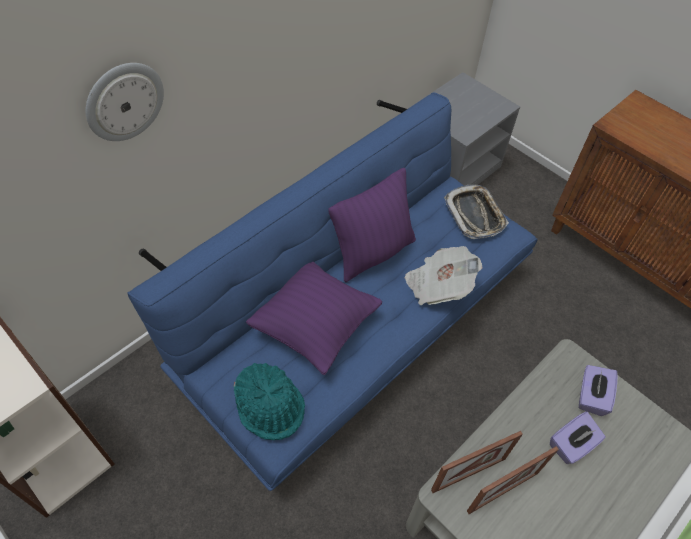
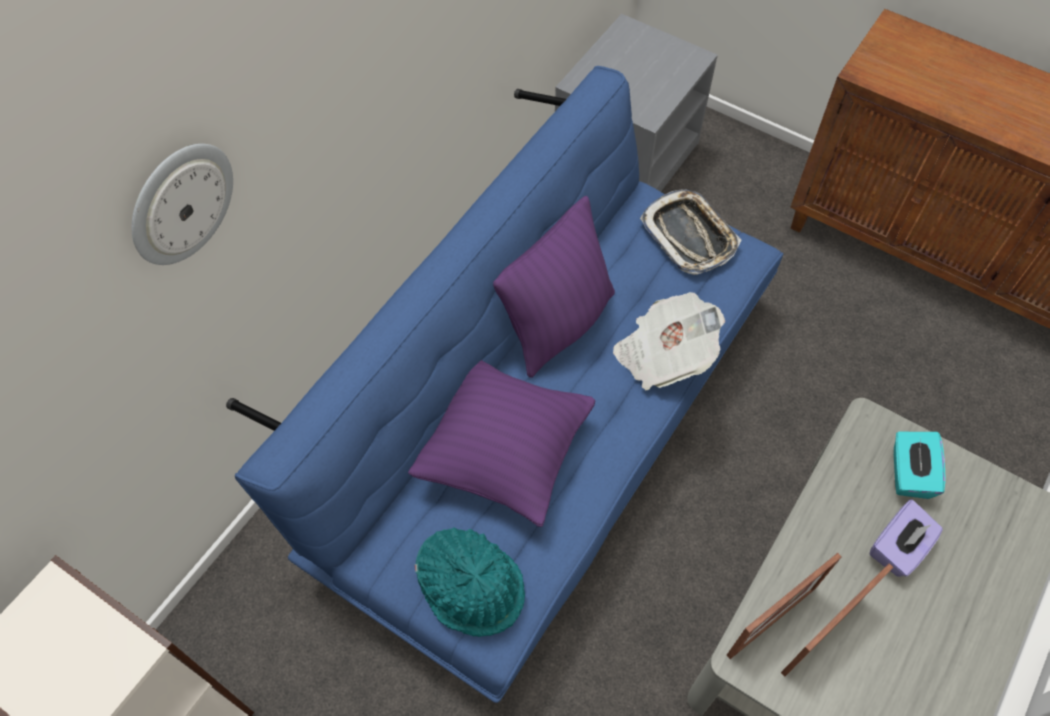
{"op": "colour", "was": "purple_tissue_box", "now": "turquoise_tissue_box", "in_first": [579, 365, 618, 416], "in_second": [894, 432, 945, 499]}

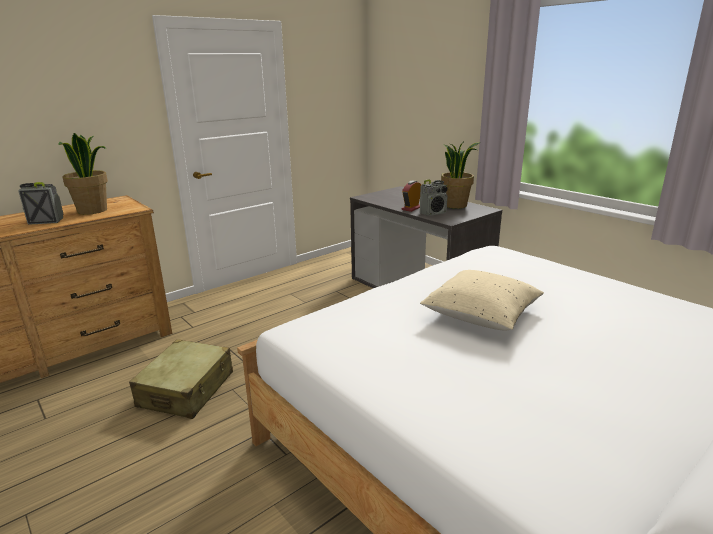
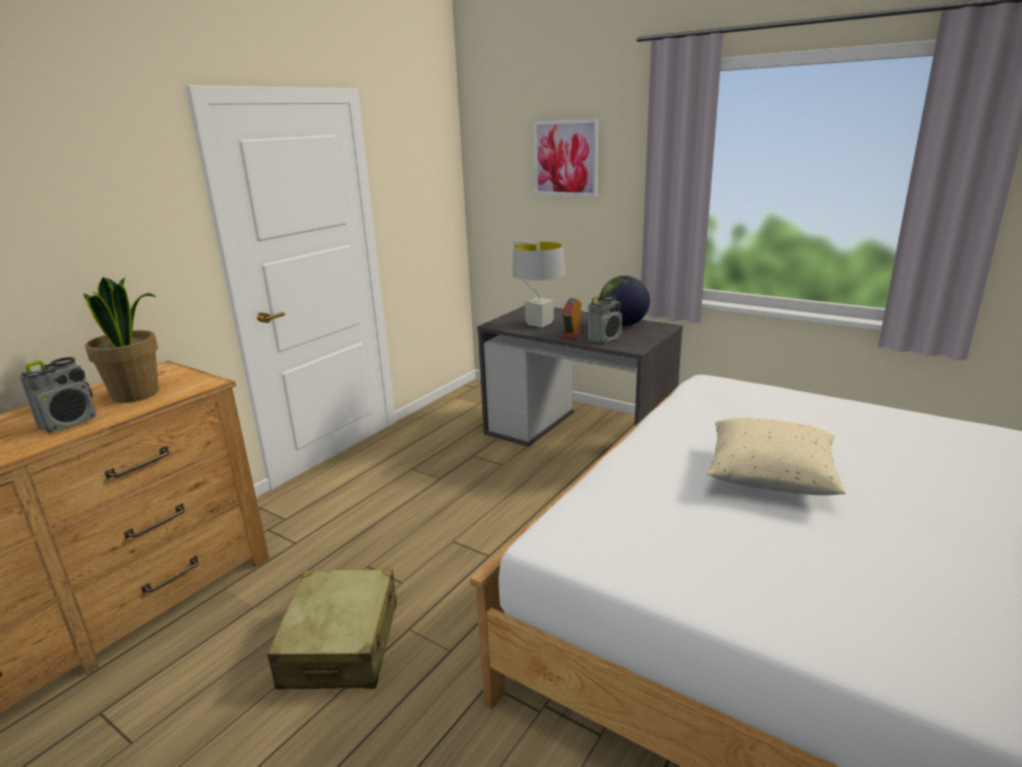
{"op": "spun", "was": "radio", "in_first": [18, 182, 63, 225], "in_second": [20, 357, 96, 433], "clockwise": 150}
{"op": "exchanged", "was": "potted_plant", "now": "globe", "in_first": [441, 141, 481, 209], "in_second": [599, 276, 650, 326]}
{"op": "appeared", "now": "grey_table_lamp", "in_second": [512, 240, 565, 327]}
{"op": "appeared", "now": "picture", "in_second": [533, 119, 598, 197]}

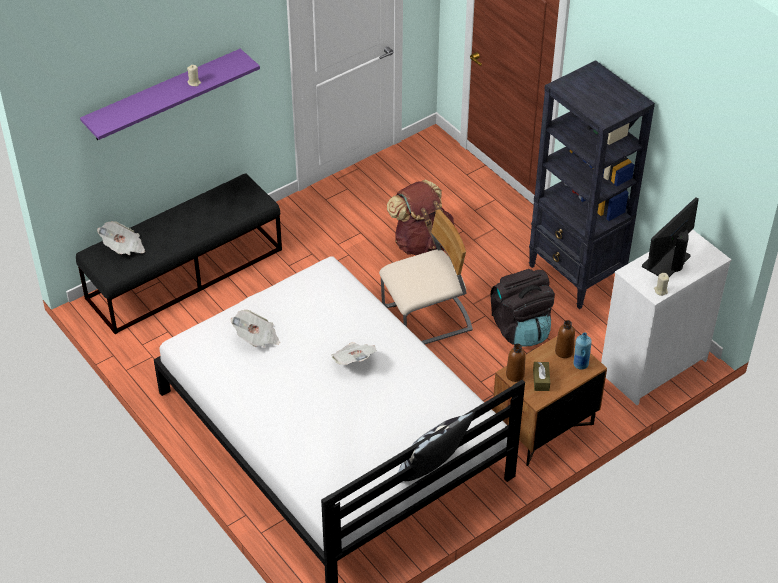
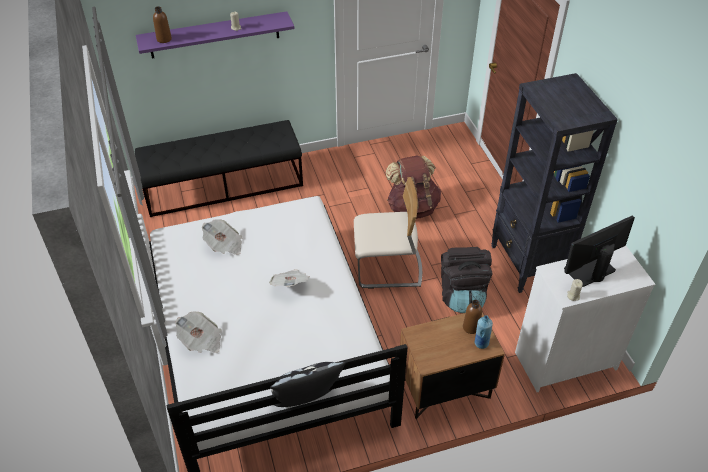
{"op": "relocated", "was": "newspaper", "in_first": [97, 221, 145, 255], "in_second": [175, 312, 222, 353]}
{"op": "relocated", "was": "brown_bottle", "in_first": [506, 344, 525, 382], "in_second": [153, 6, 172, 43]}
{"op": "missing", "was": "brown_tissue_box", "in_first": [533, 362, 550, 391]}

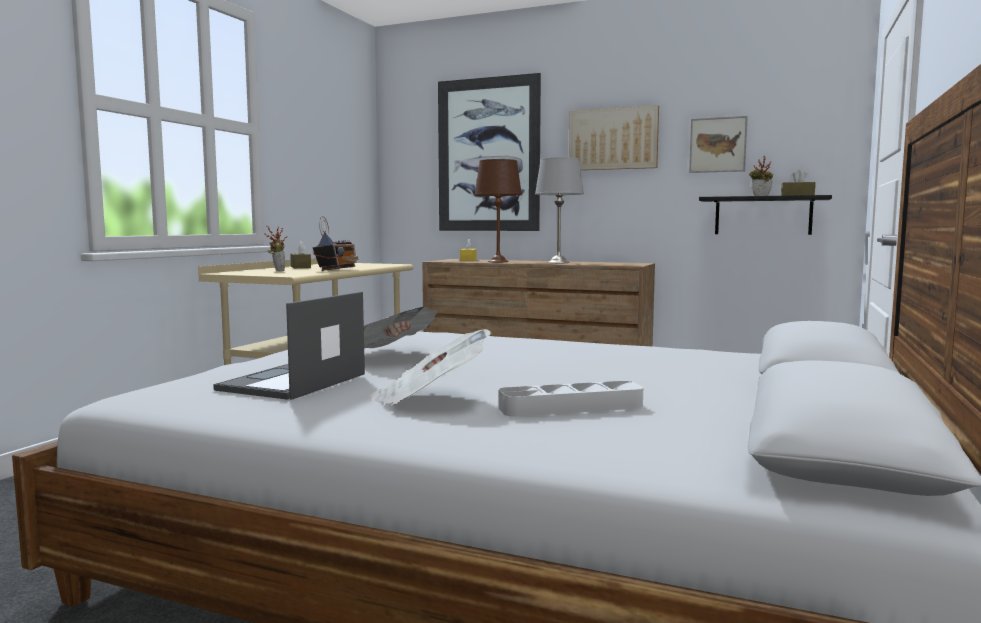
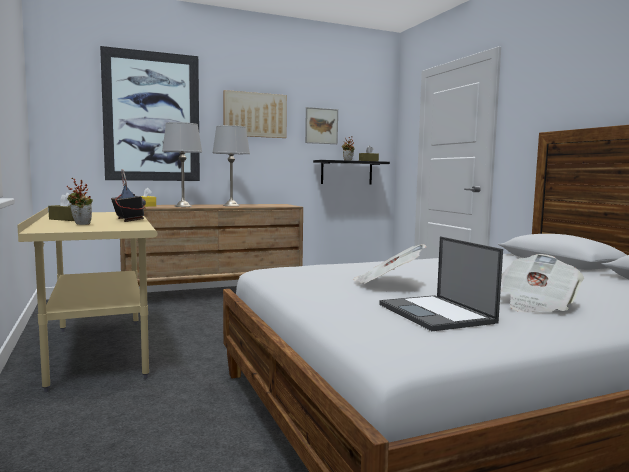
{"op": "colour", "was": "brown_table_lamp", "now": "grey_table_lamp", "in_first": [475, 159, 522, 262], "in_second": [162, 122, 202, 207]}
{"op": "missing", "was": "grey_tray", "in_first": [499, 381, 643, 417]}

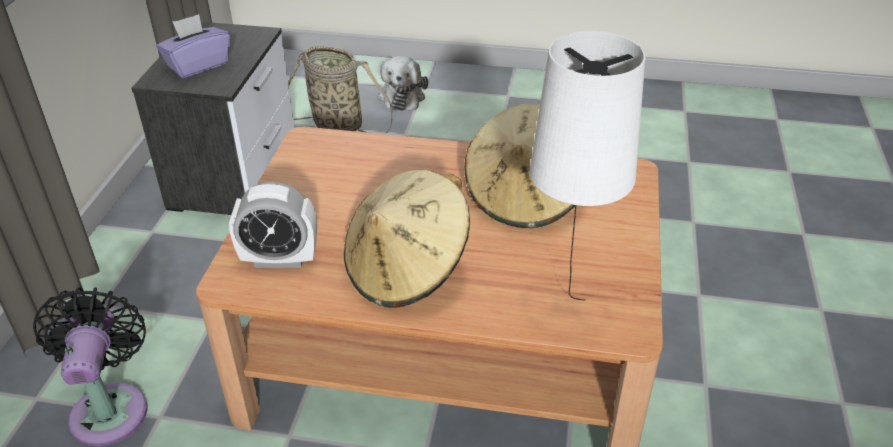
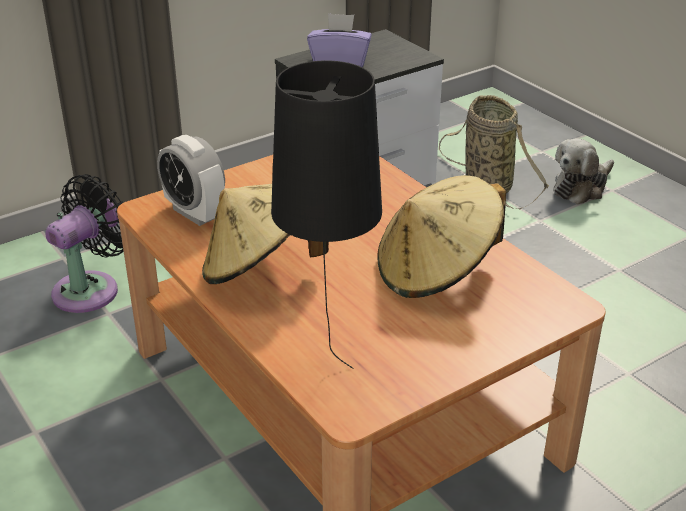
{"op": "colour", "was": "white_table_lamp", "now": "black_table_lamp", "in_first": [530, 31, 645, 300], "in_second": [271, 60, 382, 369]}

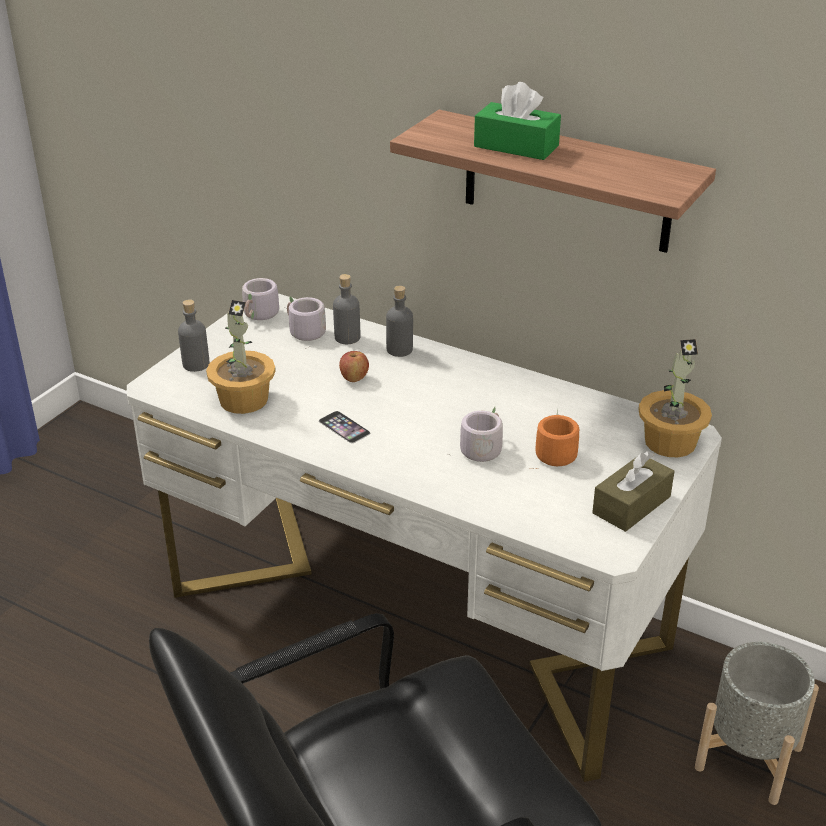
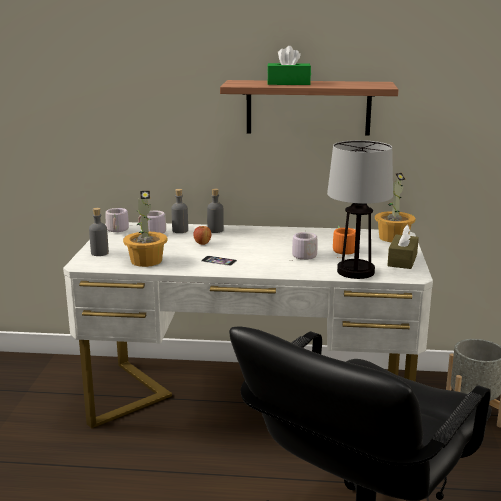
{"op": "appeared", "now": "table_lamp", "in_second": [327, 140, 393, 279]}

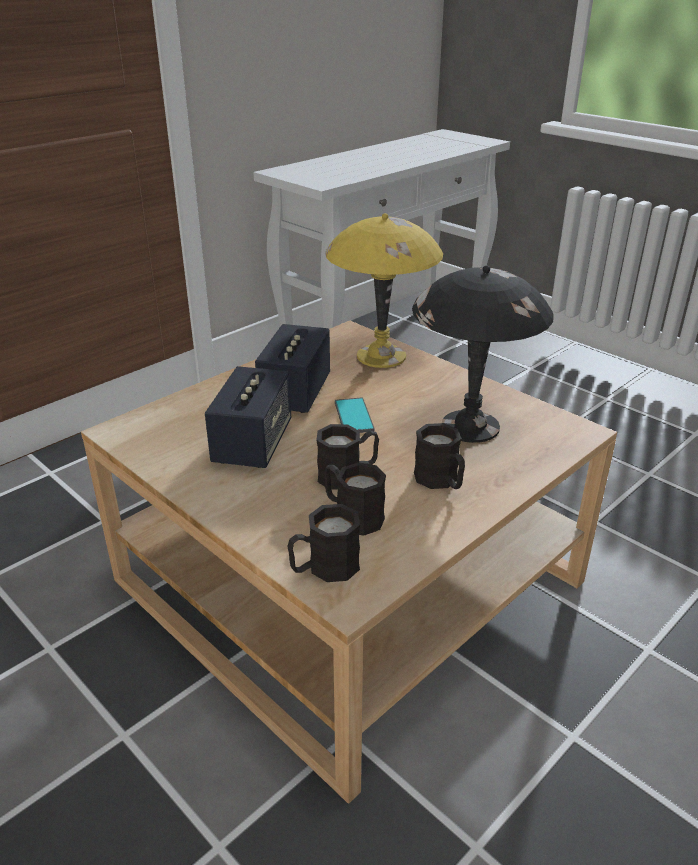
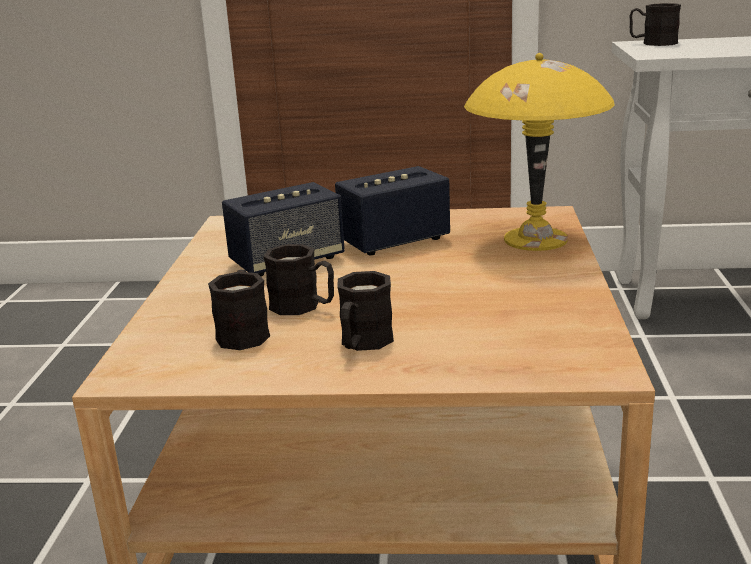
{"op": "relocated", "was": "black_mug", "in_first": [287, 504, 360, 582], "in_second": [629, 3, 681, 46]}
{"op": "missing", "was": "phone", "in_first": [335, 397, 374, 433]}
{"op": "missing", "was": "black_table_lamp", "in_first": [412, 265, 554, 443]}

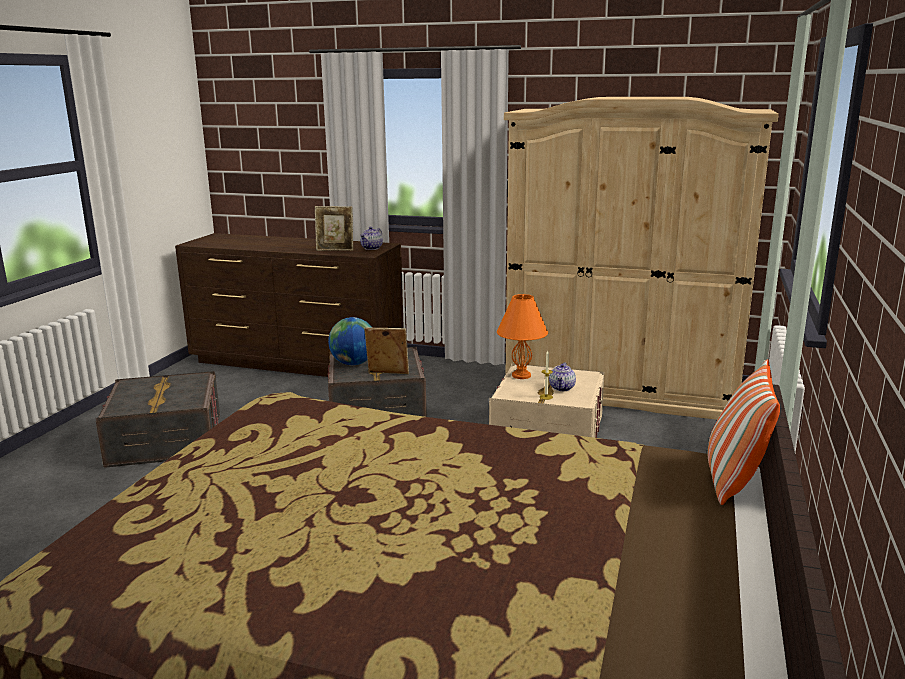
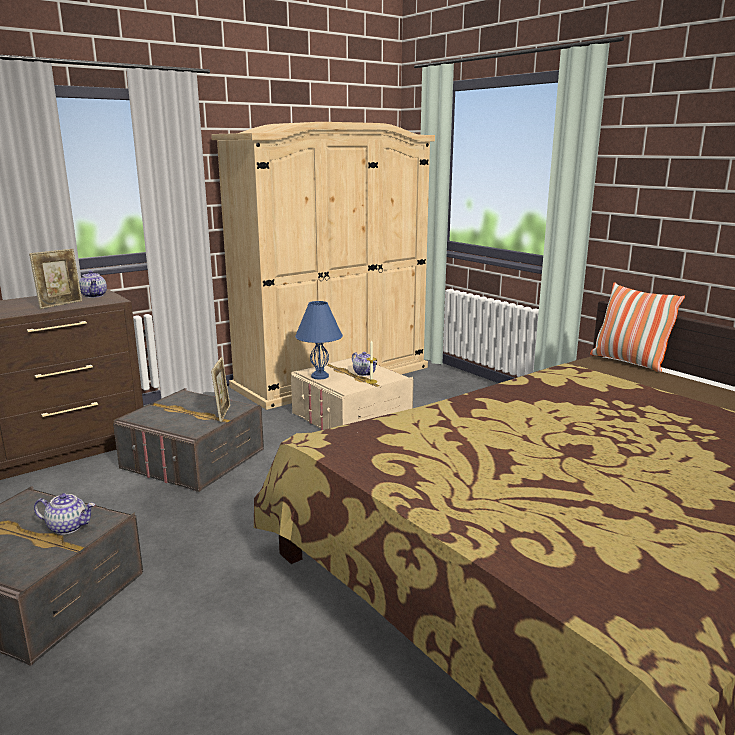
{"op": "missing", "was": "globe", "in_first": [328, 317, 372, 365]}
{"op": "spun", "was": "picture_frame", "in_first": [364, 328, 409, 374], "in_second": [211, 357, 230, 422], "clockwise": 135}
{"op": "colour", "was": "orange_table_lamp", "now": "blue_table_lamp", "in_first": [497, 294, 548, 379], "in_second": [295, 301, 343, 379]}
{"op": "appeared", "now": "teapot", "in_second": [34, 493, 95, 535]}

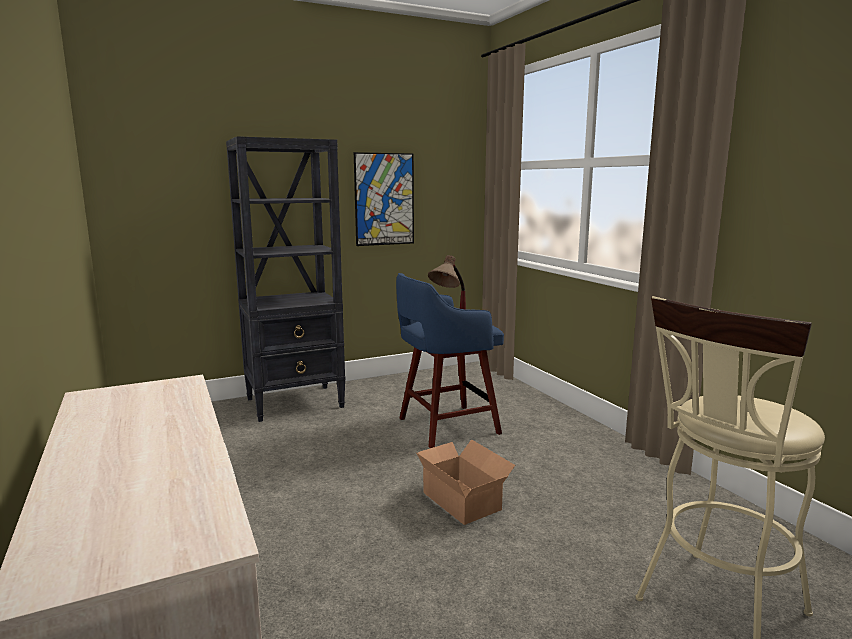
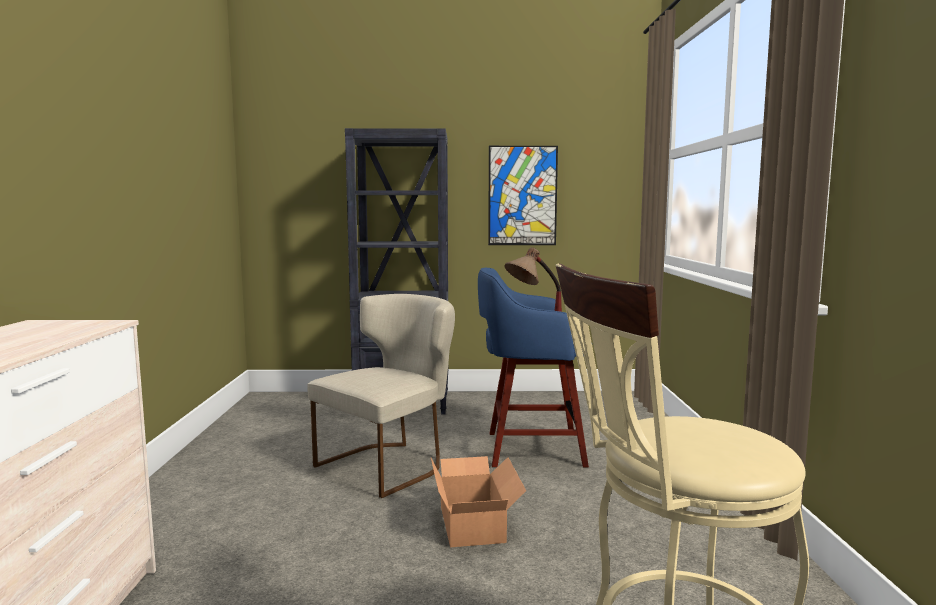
{"op": "appeared", "now": "beige_chair", "in_second": [307, 294, 455, 498]}

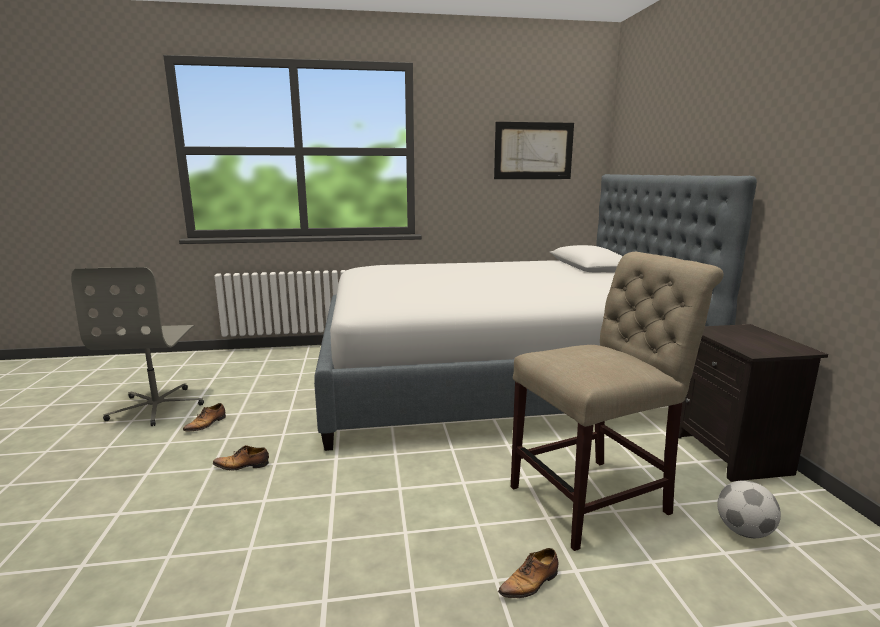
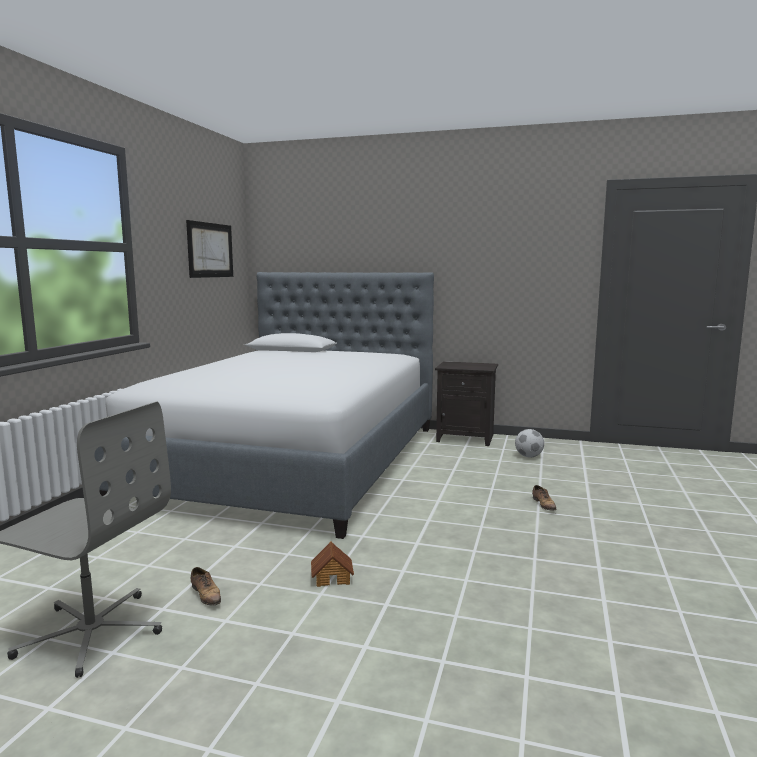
{"op": "exchanged", "was": "shoe", "now": "toy_house", "in_first": [213, 445, 269, 470], "in_second": [311, 542, 354, 587]}
{"op": "missing", "was": "beige_chair", "in_first": [511, 252, 724, 551]}

